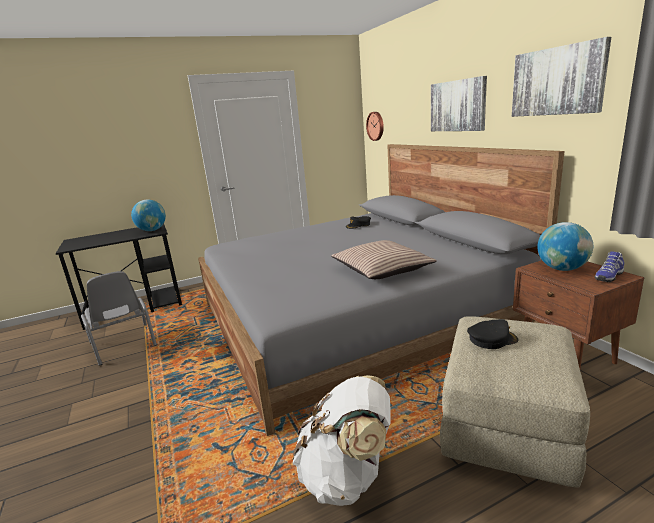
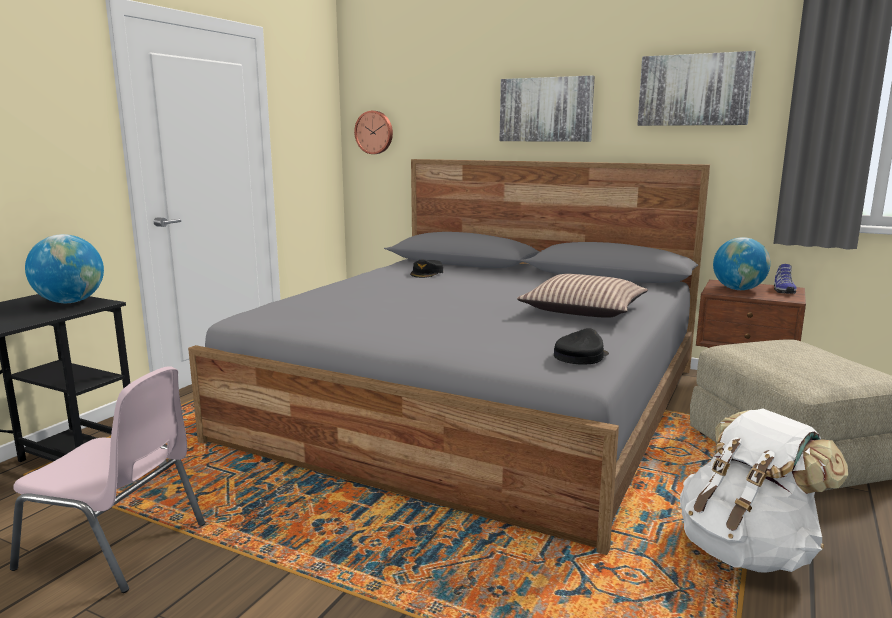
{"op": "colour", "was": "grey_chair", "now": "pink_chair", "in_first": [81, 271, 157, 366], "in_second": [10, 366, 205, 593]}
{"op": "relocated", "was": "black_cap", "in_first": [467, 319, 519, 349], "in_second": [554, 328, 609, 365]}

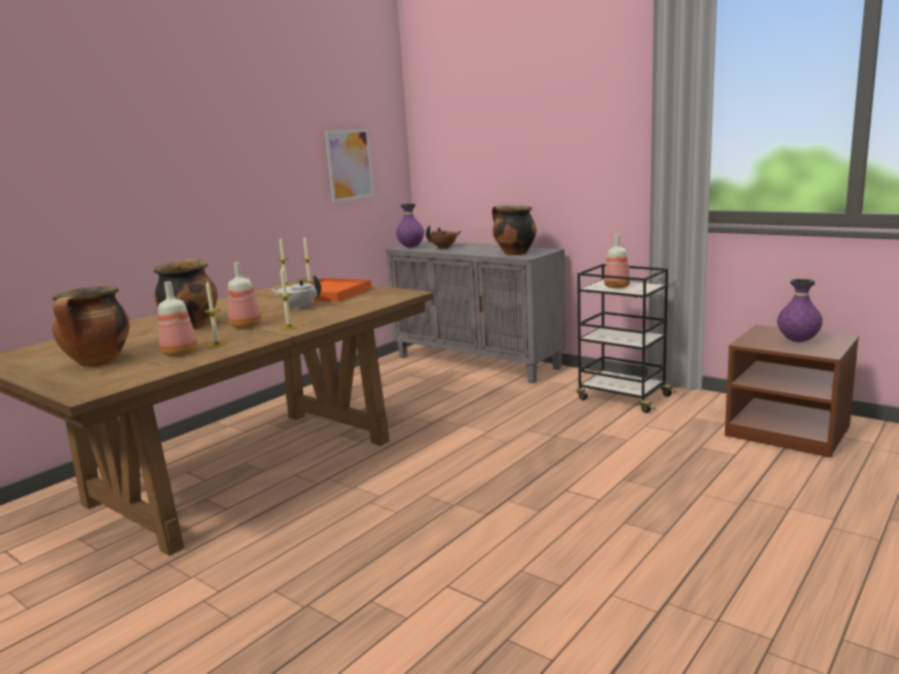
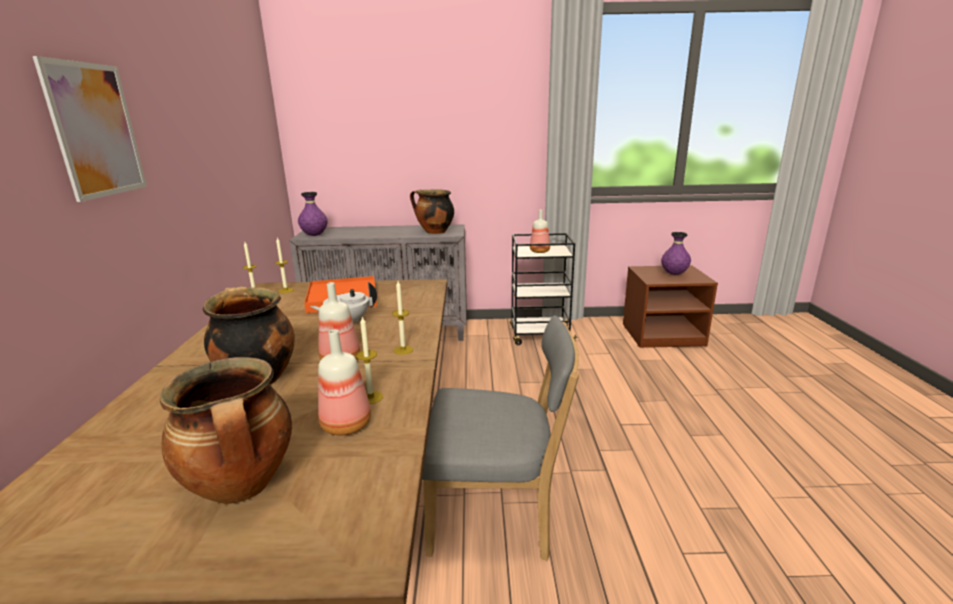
{"op": "relocated", "was": "picture", "in_first": [325, 129, 374, 202], "in_second": [33, 56, 147, 202]}
{"op": "missing", "was": "brown_teapot", "in_first": [426, 225, 461, 249]}
{"op": "appeared", "now": "grey_chair", "in_second": [422, 315, 579, 561]}

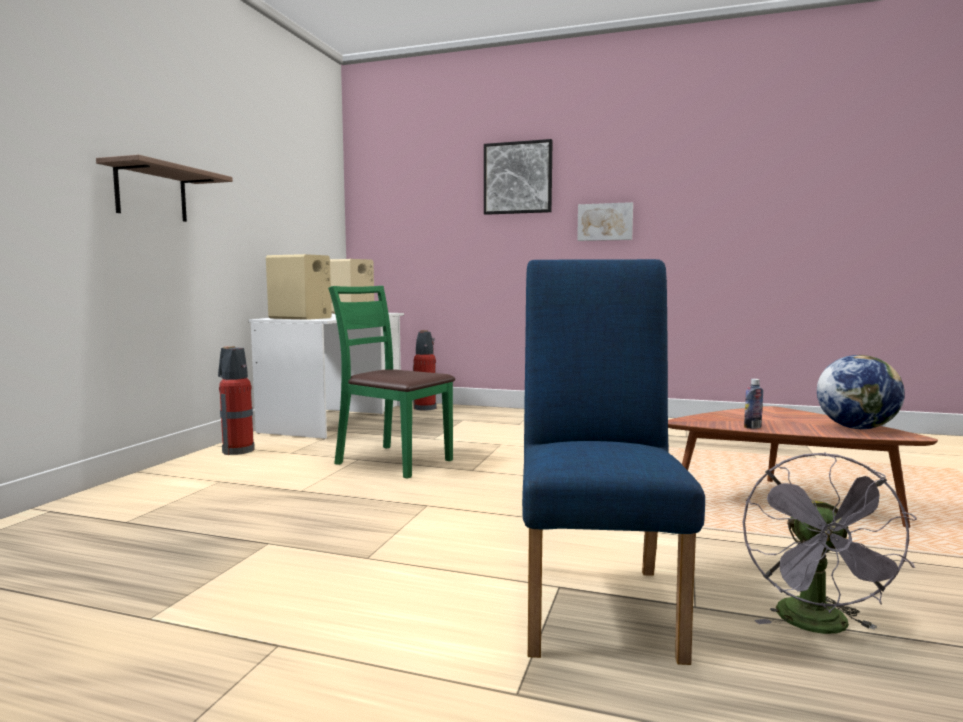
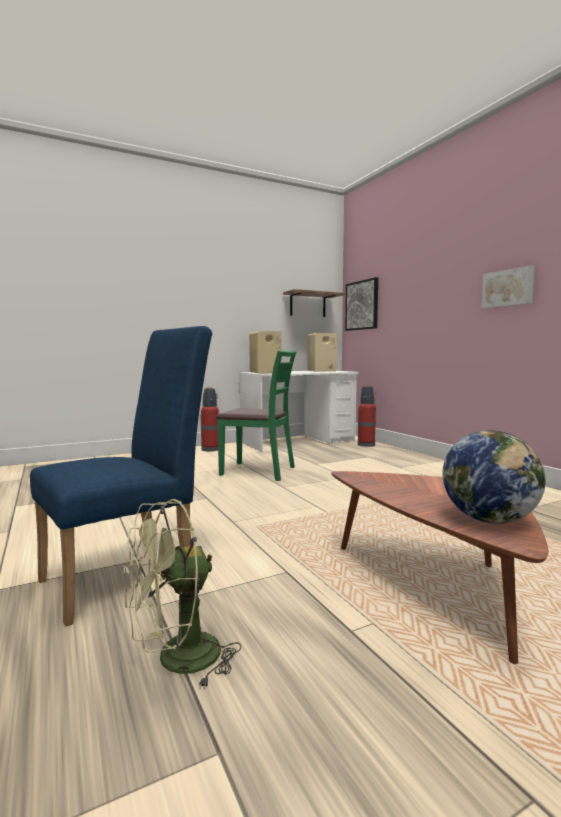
{"op": "relocated", "was": "shelf", "in_first": [96, 155, 233, 222], "in_second": [283, 289, 345, 317]}
{"op": "spun", "was": "green_chair", "in_first": [328, 286, 455, 479], "in_second": [216, 351, 296, 481], "clockwise": 120}
{"op": "relocated", "was": "picture", "in_first": [484, 139, 553, 215], "in_second": [345, 277, 378, 331]}
{"op": "colour", "was": "grey_fan", "now": "green_fan", "in_first": [743, 452, 917, 634], "in_second": [124, 499, 241, 689]}
{"op": "missing", "was": "bottle", "in_first": [744, 379, 763, 429]}

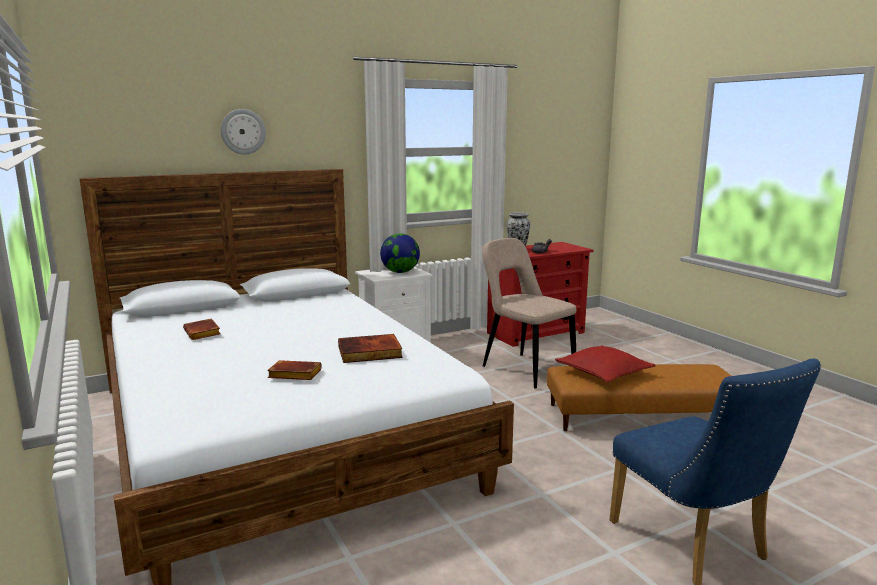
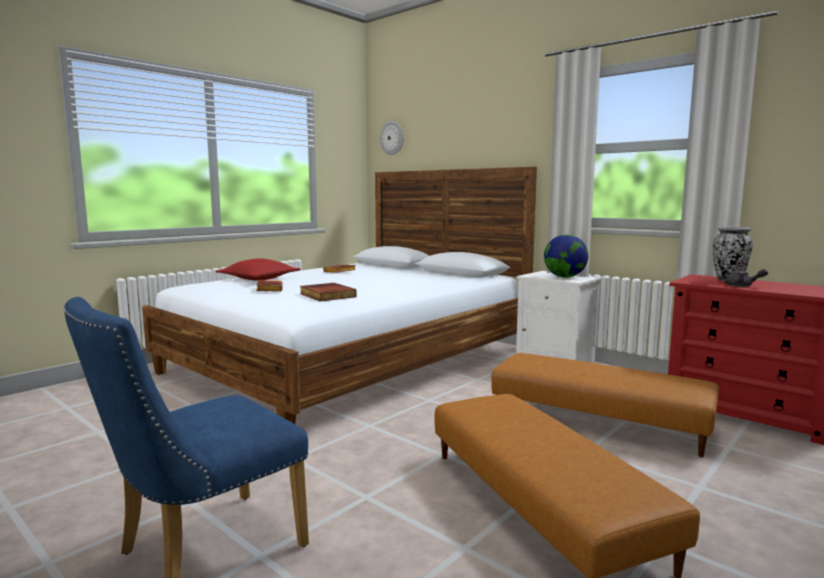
{"op": "relocated", "was": "wall_clock", "in_first": [221, 109, 266, 154], "in_second": [380, 121, 404, 155]}
{"op": "exchanged", "was": "beige_chair", "now": "brown_ottoman", "in_first": [482, 238, 576, 389], "in_second": [491, 353, 719, 457]}
{"op": "relocated", "was": "red_pillow", "in_first": [555, 345, 655, 383], "in_second": [216, 258, 301, 281]}

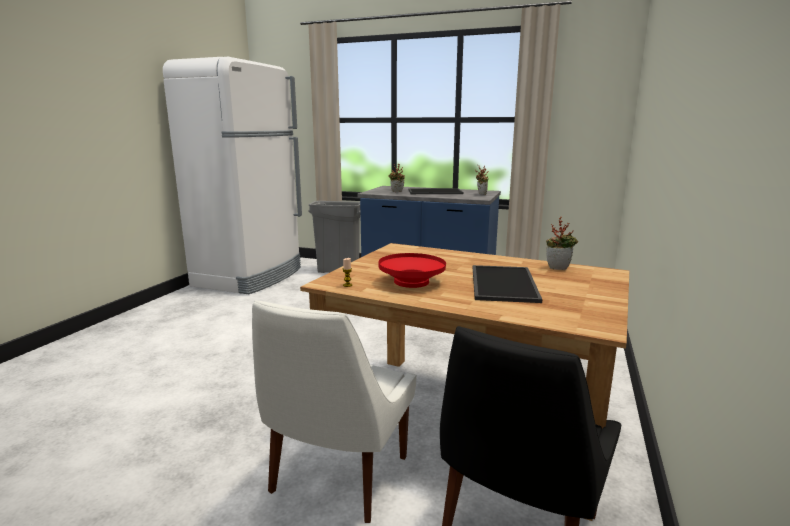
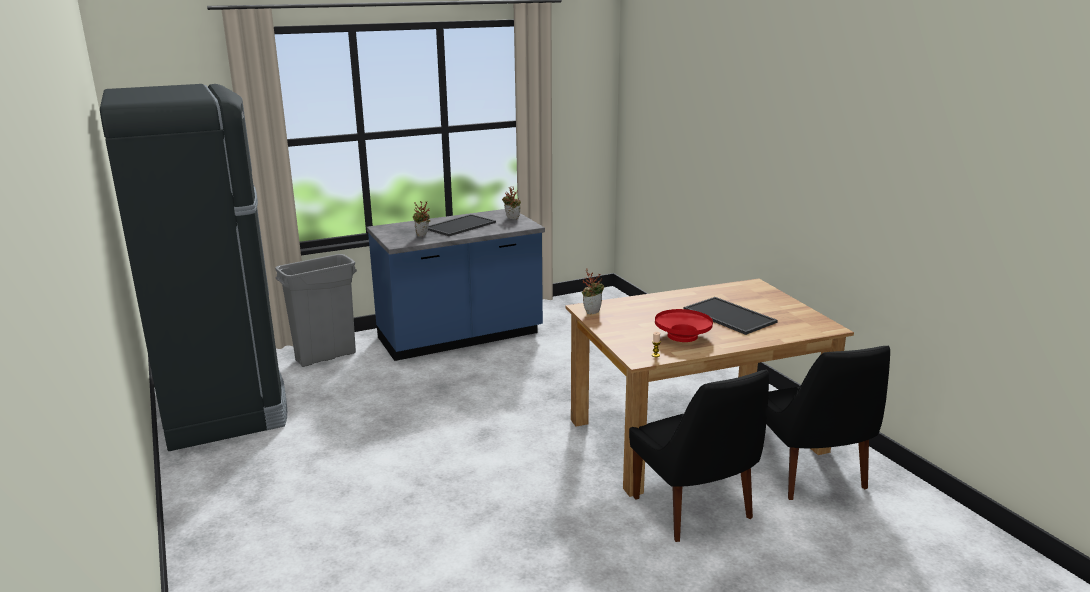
{"op": "colour", "was": "white_fridge", "now": "black_fridge", "in_first": [163, 56, 302, 294], "in_second": [100, 84, 287, 451]}
{"op": "colour", "was": "white_chair", "now": "black_chair", "in_first": [252, 300, 416, 523], "in_second": [629, 370, 769, 542]}
{"op": "relocated", "was": "potted_plant", "in_first": [546, 217, 578, 270], "in_second": [582, 268, 604, 314]}

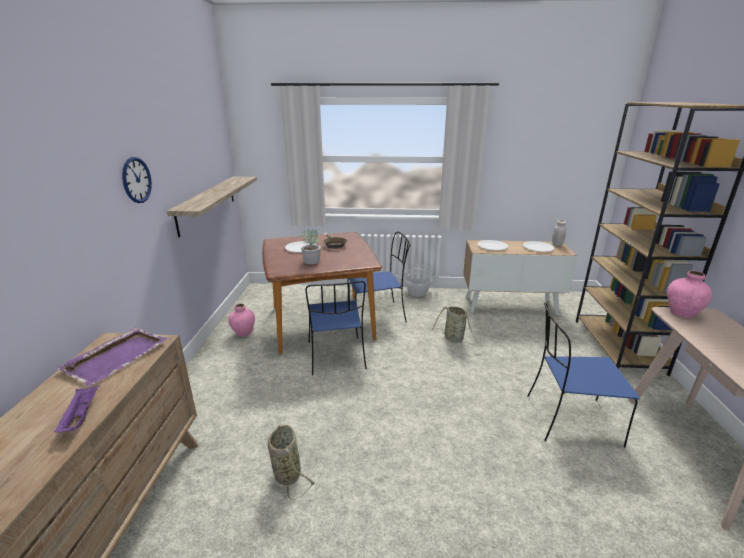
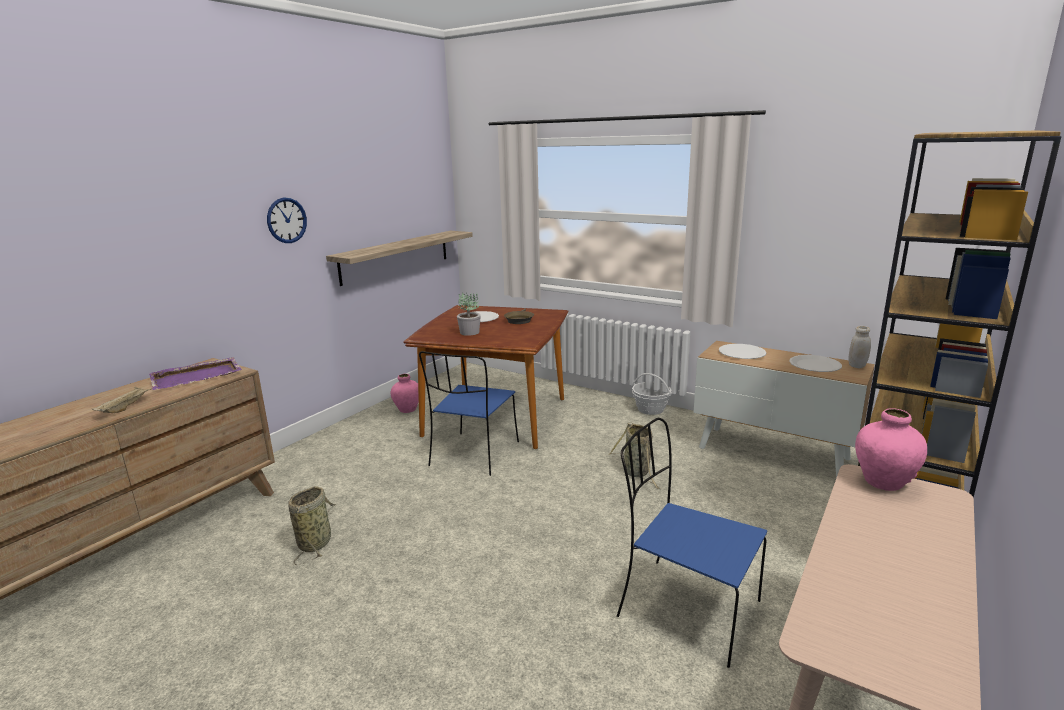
{"op": "colour", "was": "purple_tray", "now": "beige_tray", "in_first": [54, 385, 100, 432], "in_second": [92, 387, 151, 413]}
{"op": "missing", "was": "blue_chair", "in_first": [347, 232, 410, 323]}

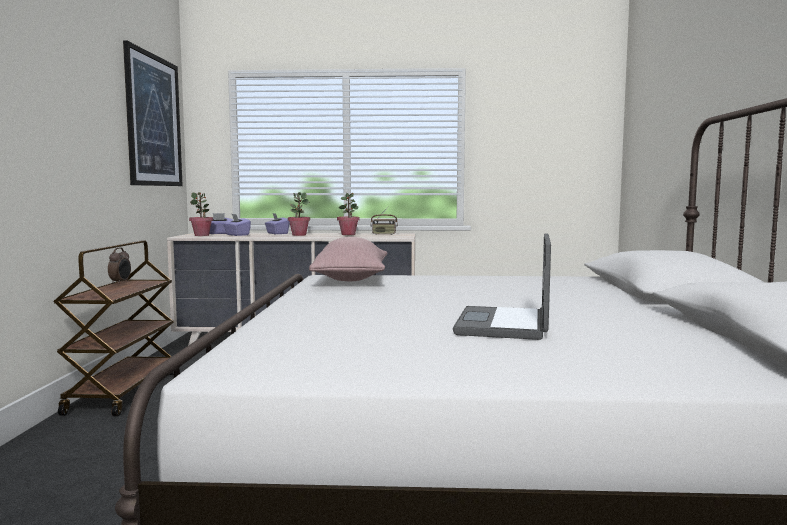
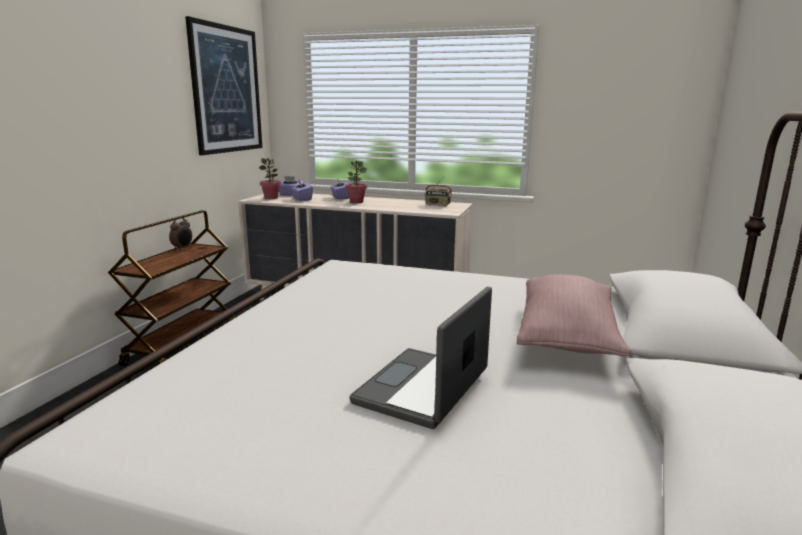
{"op": "relocated", "was": "pink_pillow", "in_first": [309, 237, 387, 281], "in_second": [517, 275, 631, 356]}
{"op": "missing", "was": "potted_plant", "in_first": [337, 192, 360, 235]}

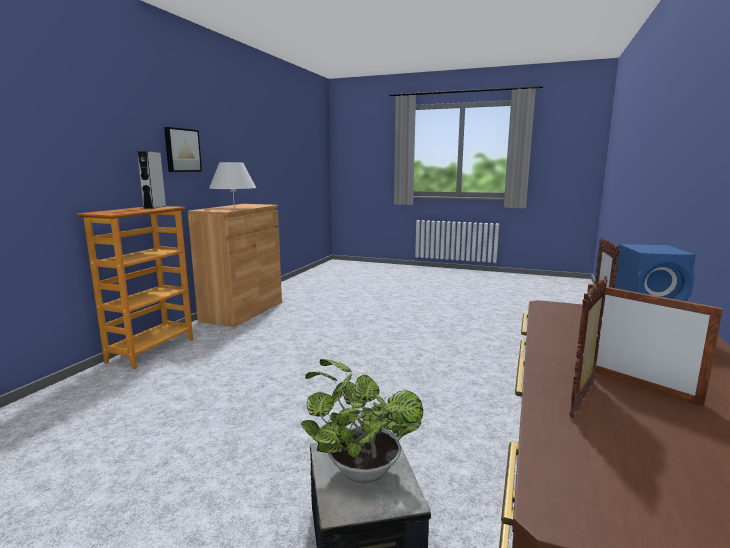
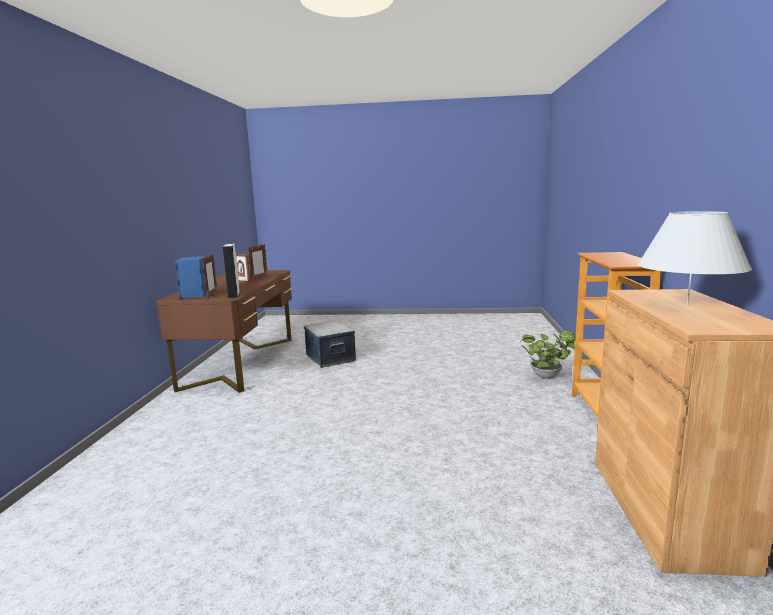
{"op": "relocated", "was": "grey_speaker", "in_first": [137, 152, 166, 209], "in_second": [223, 244, 240, 298]}
{"op": "missing", "was": "picture", "in_first": [164, 127, 202, 172]}
{"op": "relocated", "was": "potted_plant", "in_first": [301, 359, 423, 484], "in_second": [520, 331, 575, 378]}

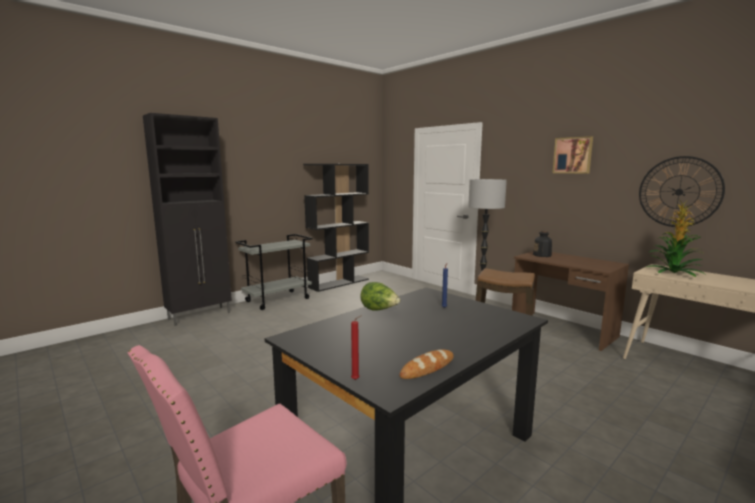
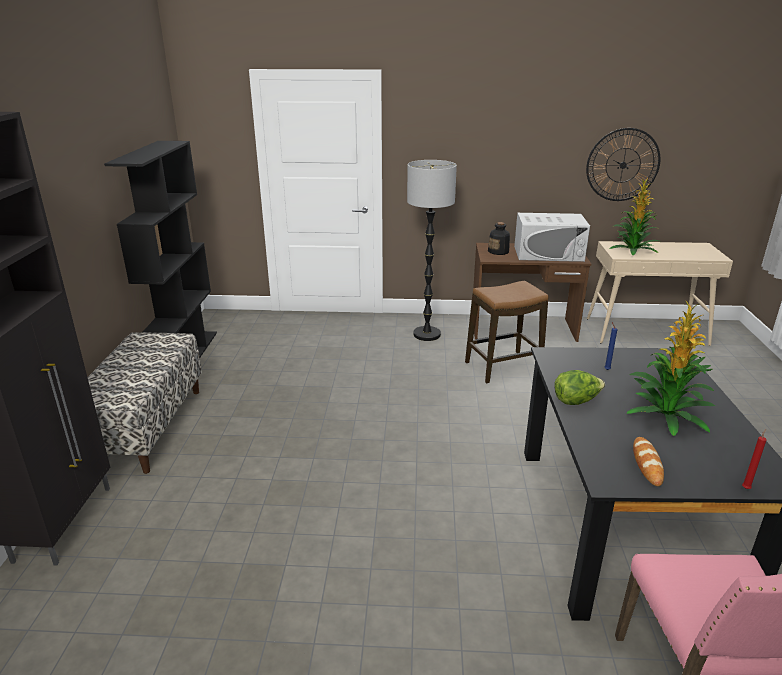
{"op": "exchanged", "was": "grey_cart", "now": "bench", "in_first": [235, 234, 313, 310], "in_second": [87, 332, 202, 474]}
{"op": "relocated", "was": "bread", "in_first": [400, 349, 454, 379], "in_second": [633, 437, 664, 486]}
{"op": "missing", "was": "picture", "in_first": [552, 136, 593, 174]}
{"op": "appeared", "now": "white_microwave", "in_second": [514, 213, 590, 262]}
{"op": "appeared", "now": "potted_plant", "in_second": [626, 300, 715, 436]}

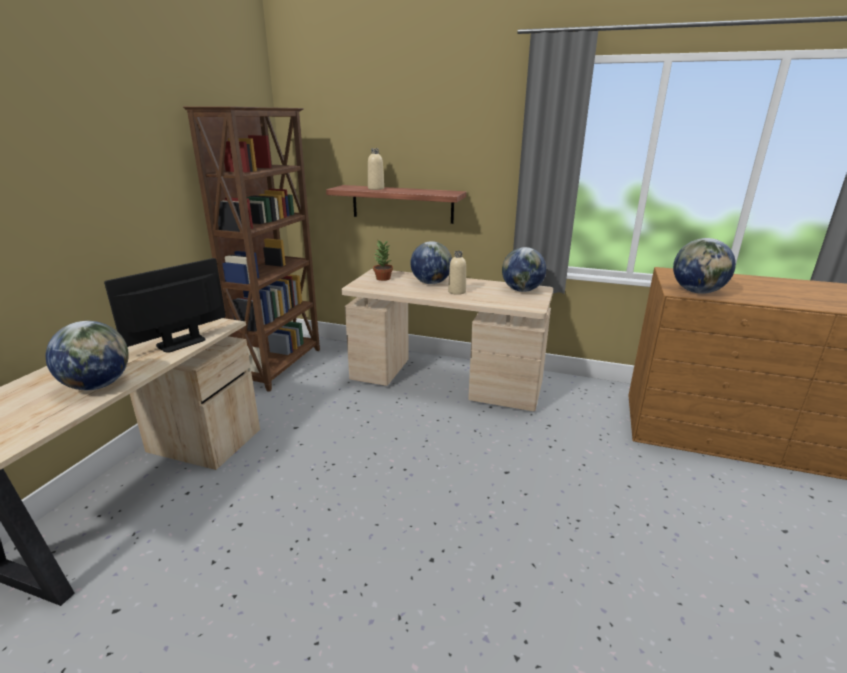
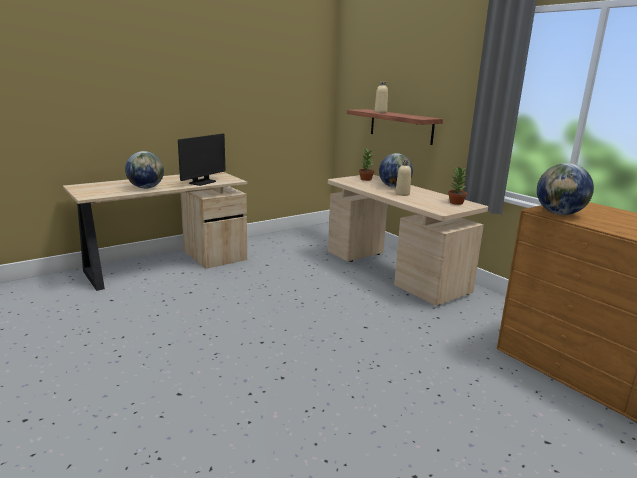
{"op": "spun", "was": "monitor", "in_first": [104, 258, 226, 353], "in_second": [178, 134, 225, 186], "clockwise": 135}
{"op": "missing", "was": "brown_bookcase", "in_first": [183, 106, 320, 392]}
{"op": "exchanged", "was": "globe", "now": "potted_plant", "in_first": [502, 247, 546, 292], "in_second": [448, 167, 467, 205]}

